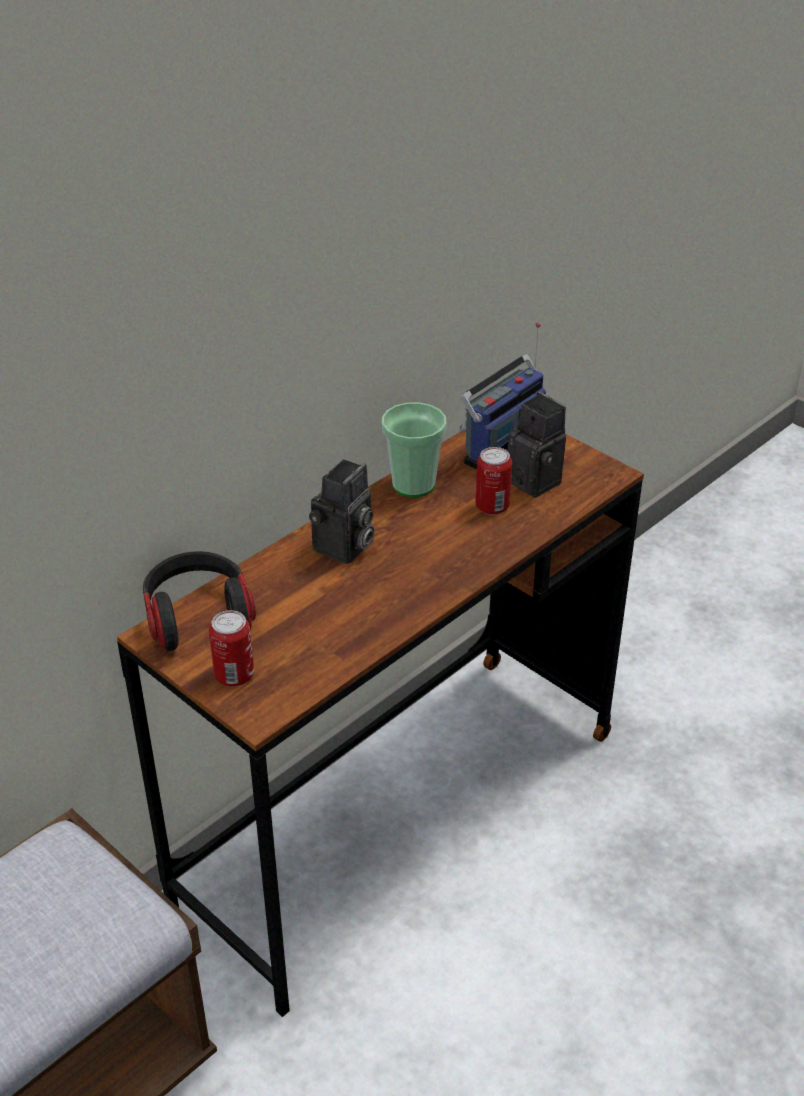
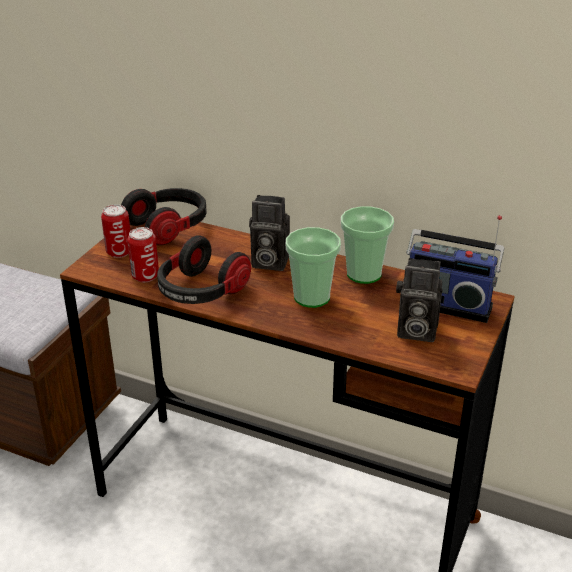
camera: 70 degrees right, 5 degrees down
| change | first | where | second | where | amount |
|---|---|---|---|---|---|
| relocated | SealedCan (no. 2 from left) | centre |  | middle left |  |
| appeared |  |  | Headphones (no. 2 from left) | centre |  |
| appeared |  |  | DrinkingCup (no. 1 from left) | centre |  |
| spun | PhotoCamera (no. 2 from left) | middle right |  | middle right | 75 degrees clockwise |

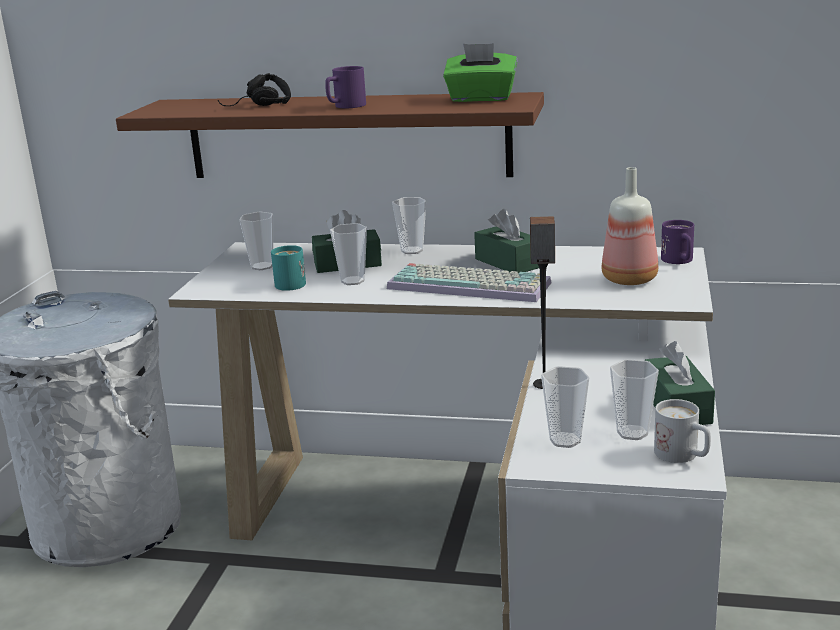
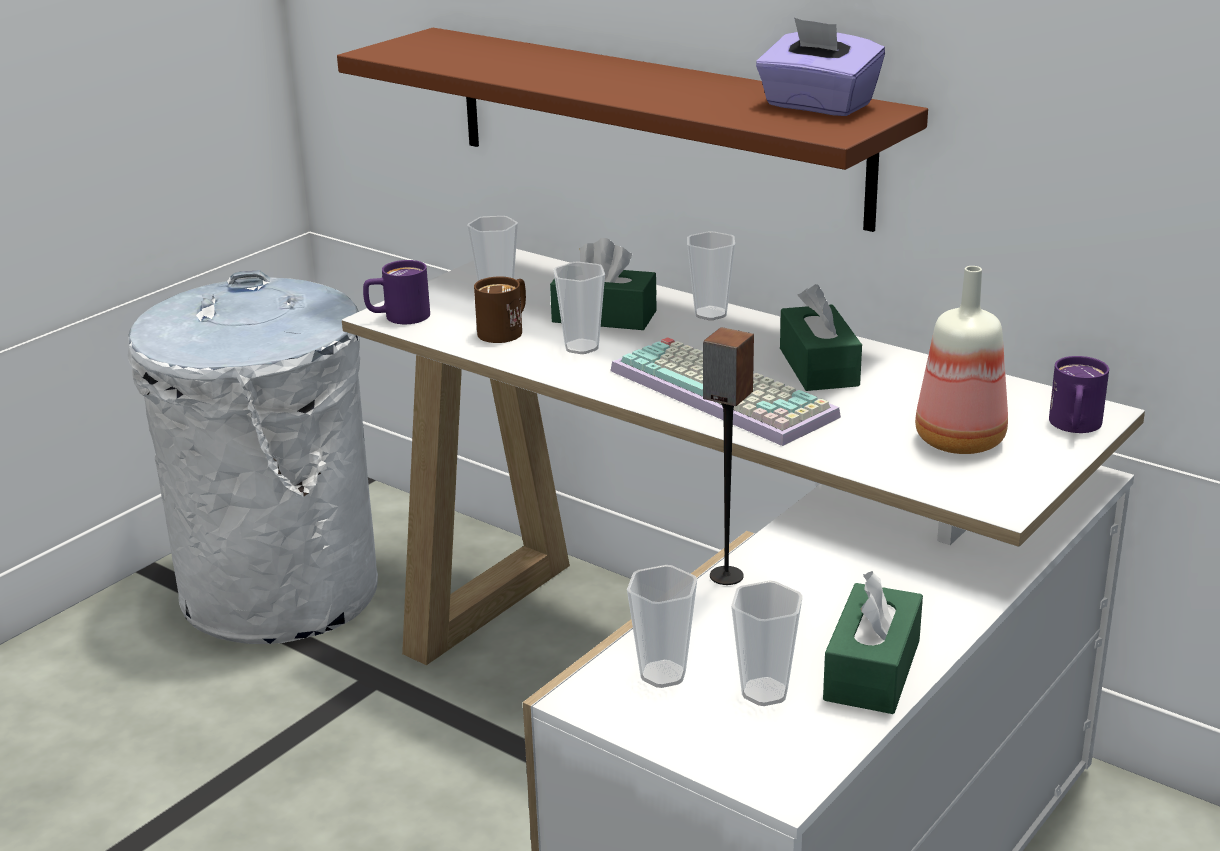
camera: 25 degrees right, 5 degrees up
| change | first | where | second | where | amount |
|---|---|---|---|---|---|
| relocated | PurplishMug (no. 1 from left) | top centre |  | middle left |  |
| colour | TurquoiseMug | centre | BrownMug | centre |  |
| colour | GreenBoxOfTissues (no. 2 from left) | top centre | PurplishBoxOfTissues | top right |  |
| missing | BlackHeadphones | top left |  |  |  |
| missing | WhitishMug | bottom right |  |  |  |

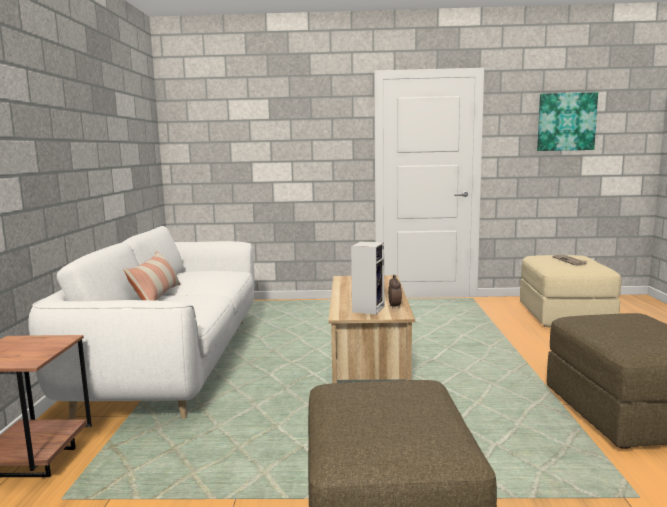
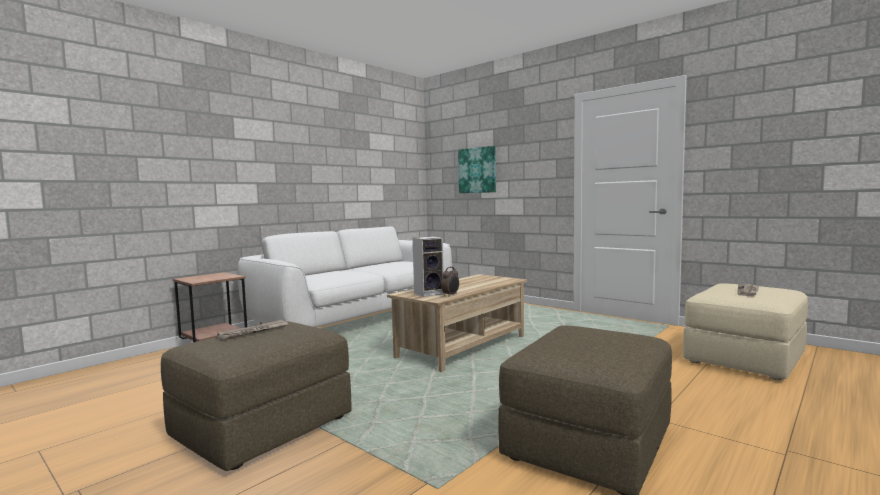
camera: 40 degrees right, 5 degrees down
| change | first | where | second | where | amount |
|---|---|---|---|---|---|
| appeared |  |  | Newspaper (no. 1 from left) | bottom left |  |
| relocated | WallArt | top right |  | centre |  |
| missing | Cushion | middle left |  |  |  |

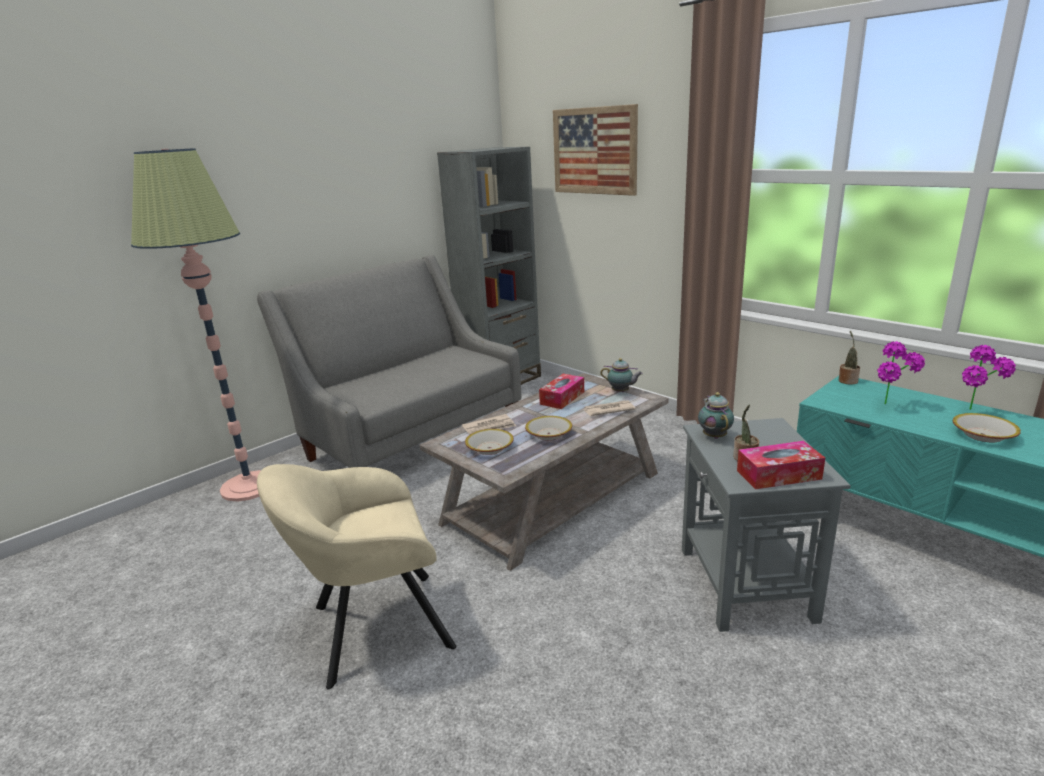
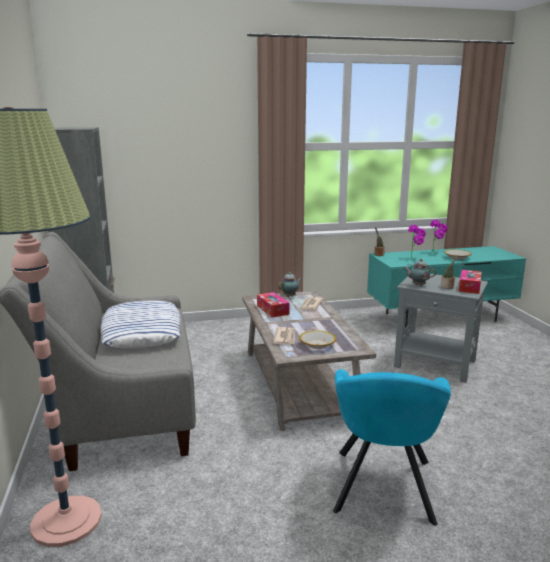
camera: 60 degrees left, 5 degrees down
| change | first | where | second | where | amount |
|---|---|---|---|---|---|
| appeared |  |  | Cushion | middle left |  |
| colour | BeigeLoungeChair | bottom centre | TurquoiseLoungeChair | bottom right |  |
| missing | Bowl (no. 2 from left) | centre |  |  |  |
| missing | WallArt | top centre |  |  |  |

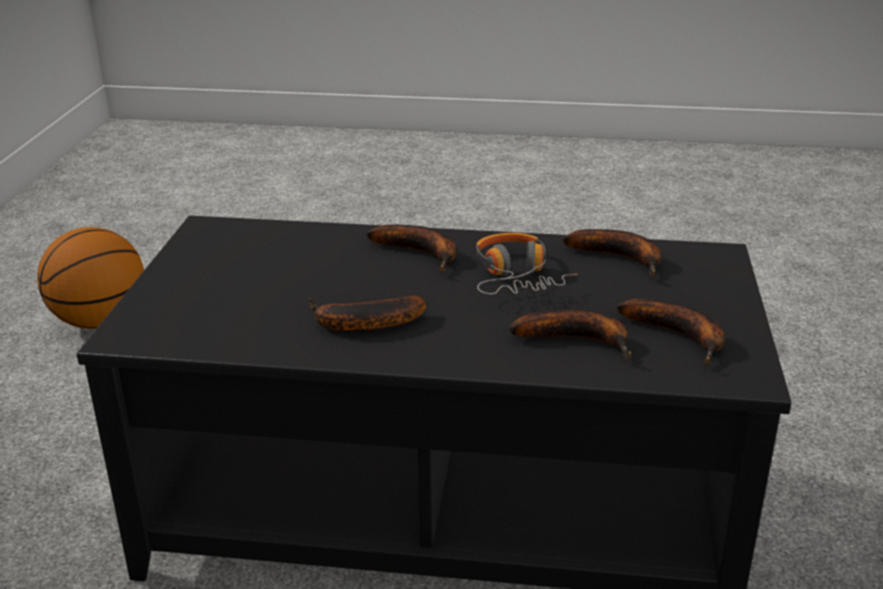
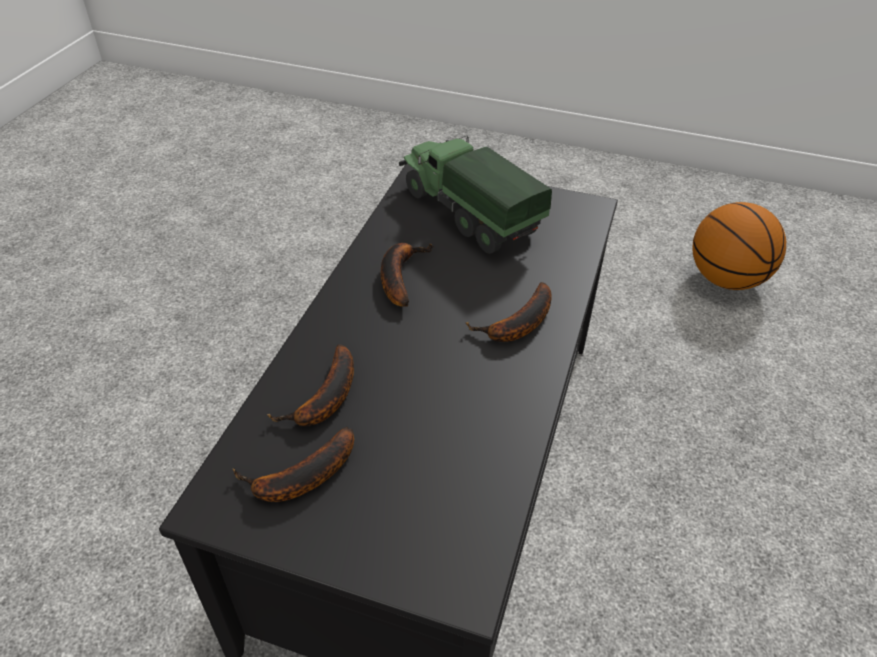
camera: 100 degrees right, 15 degrees up
| change | first | where | second | where | amount |
|---|---|---|---|---|---|
| appeared |  |  | ToyTruck | top centre |  |
| missing | Headphones | centre |  |  |  |
| missing | WholeBanana (no. 4 from left) | middle right |  |  |  |

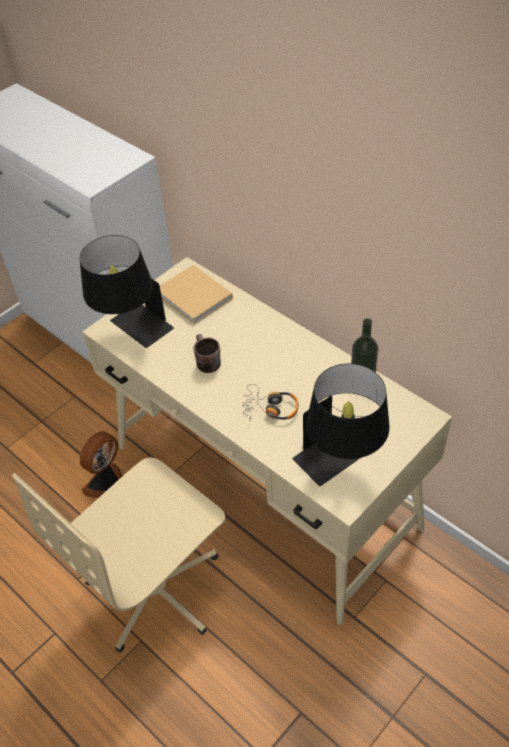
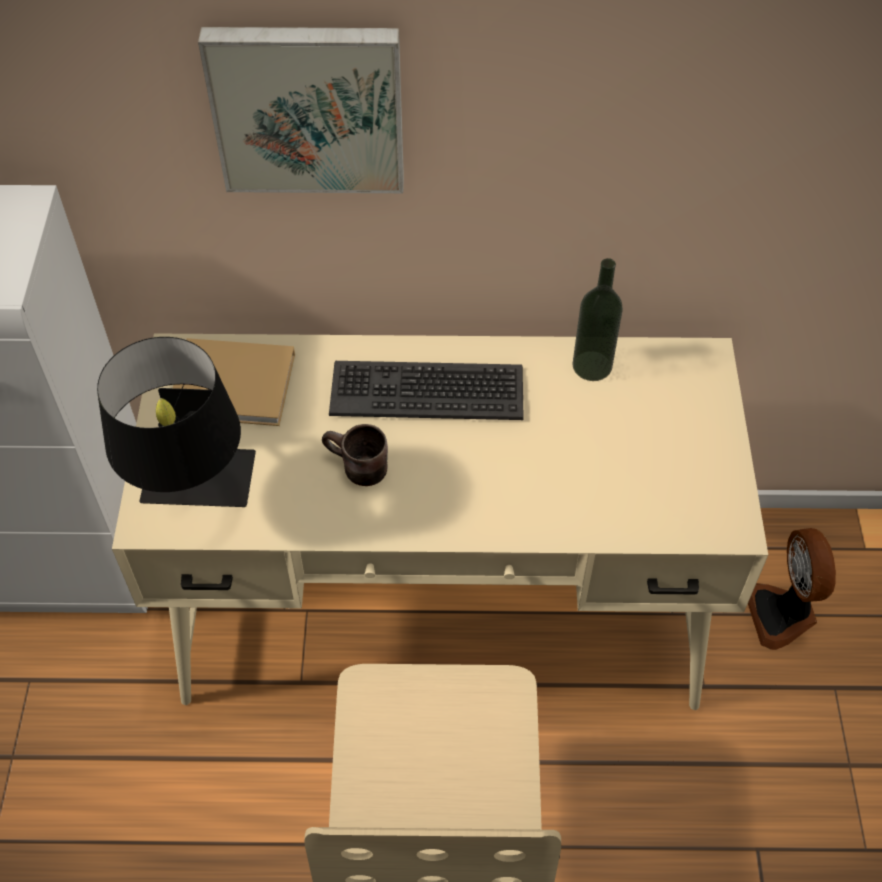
camera: 45 degrees left, 5 degrees up
| change | first | where | second | where | amount |
|---|---|---|---|---|---|
| appeared |  |  | WallArt | top centre |  |
| appeared |  |  | ComputerKeyboard | centre |  |
| relocated | ElectricFan | middle left |  | bottom right |  |
| missing | Headphones | centre |  |  |  |
| missing | BlackLampForATable (no. 2 from left) | middle right |  |  |  |

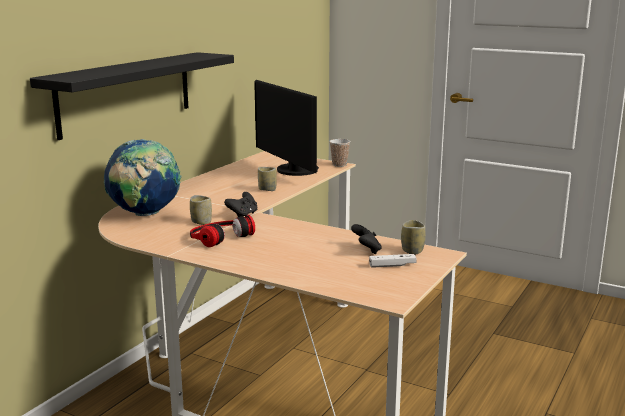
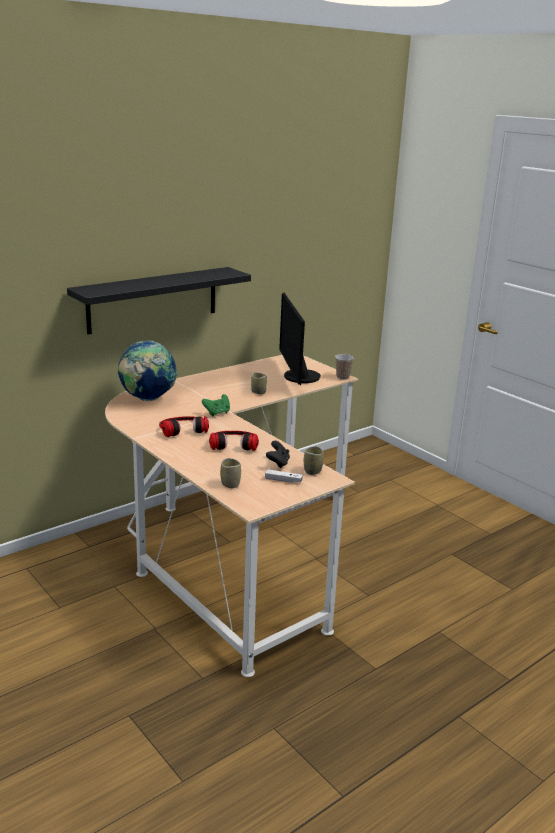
camera: 20 degrees right, 5 degrees up
| change | first | where | second | where | amount |
|---|---|---|---|---|---|
| colour | BlackJoypad (no. 1 from left) | centre | GreenJoypad | centre |  |
| appeared |  |  | Headphones (no. 2 from left) | centre |  |
| relocated | DrinkingCup (no. 1 from left) | middle left |  | centre |  |

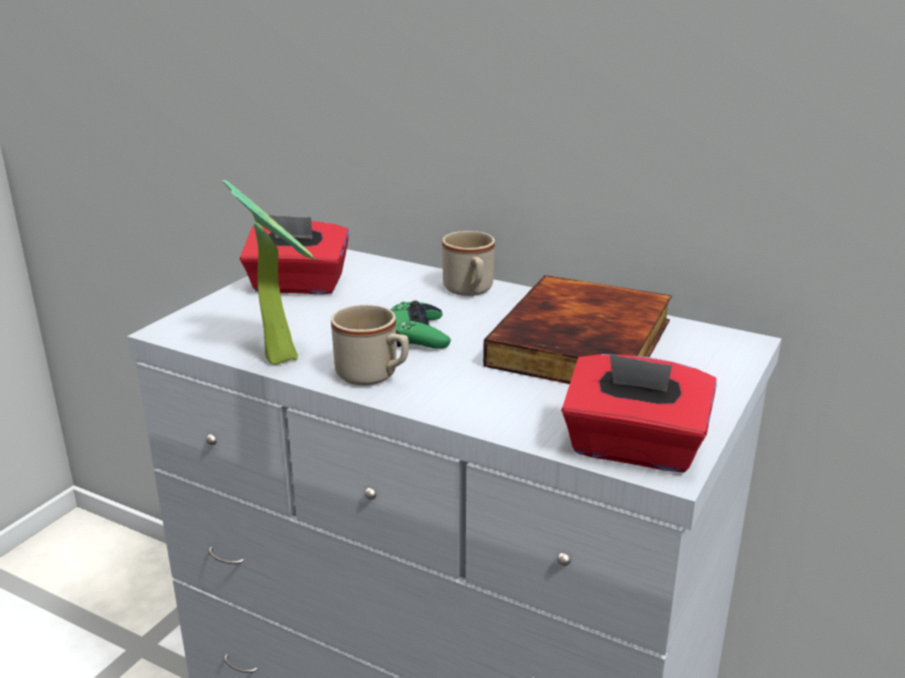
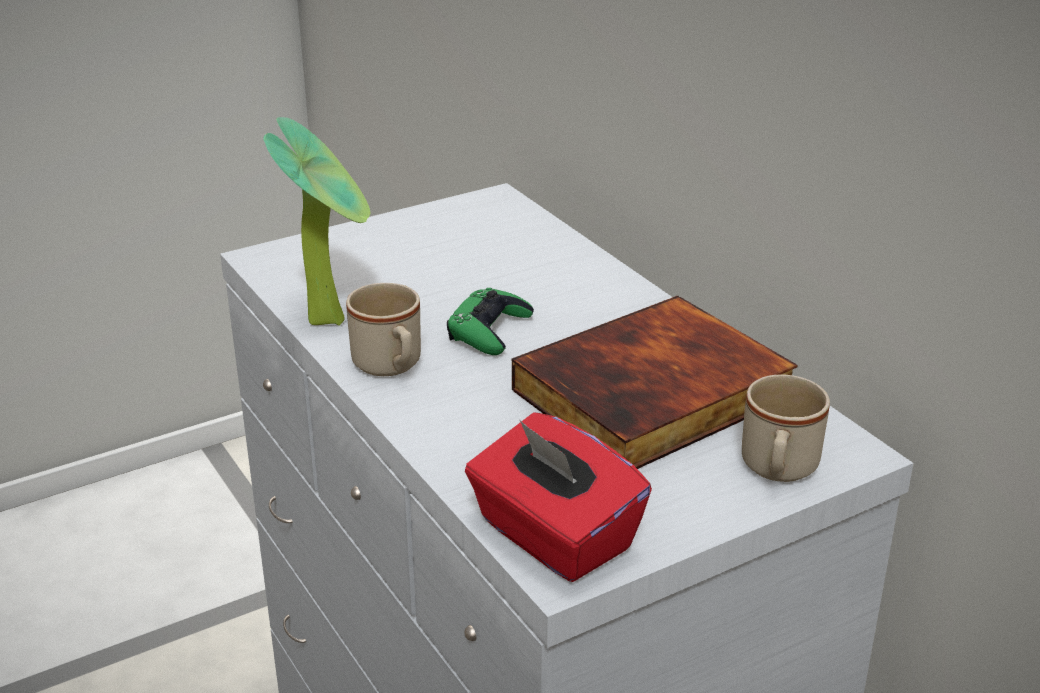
camera: 30 degrees right, 5 degrees up
| change | first | where | second | where | amount |
|---|---|---|---|---|---|
| relocated | BeigeMug (no. 2 from left) | centre |  | middle right |  |
| missing | RedBoxOfTissues (no. 1 from left) | middle left |  |  |  |

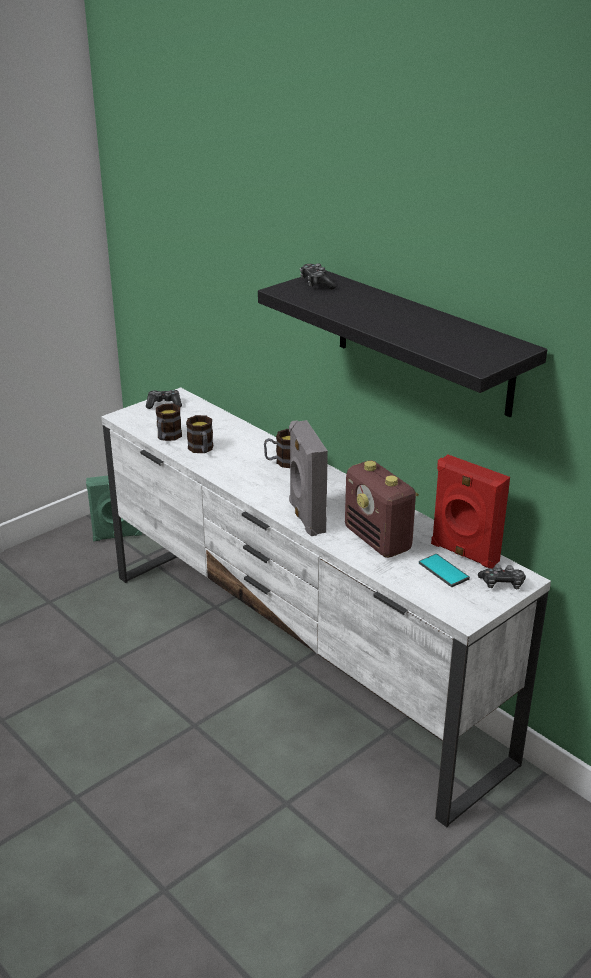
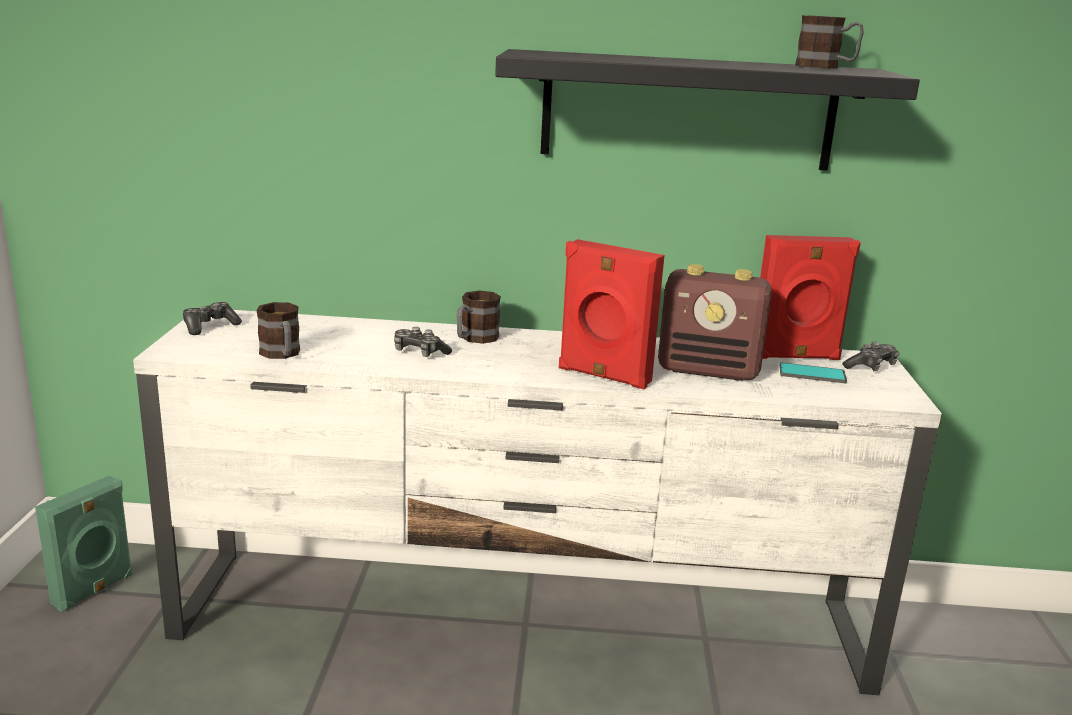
camera: 45 degrees left, 10 degrees down
| change | first | where | second | where | amount |
|---|---|---|---|---|---|
| relocated | Joypad (no. 2 from left) | top centre |  | centre |  |
| colour | GreyishLoudspeaker | centre | RedLoudspeaker (no. 1 from left) | centre |  |
| relocated | Mug (no. 2 from left in the first image) | centre | Mug (no. 3 from left) | top right |  |

